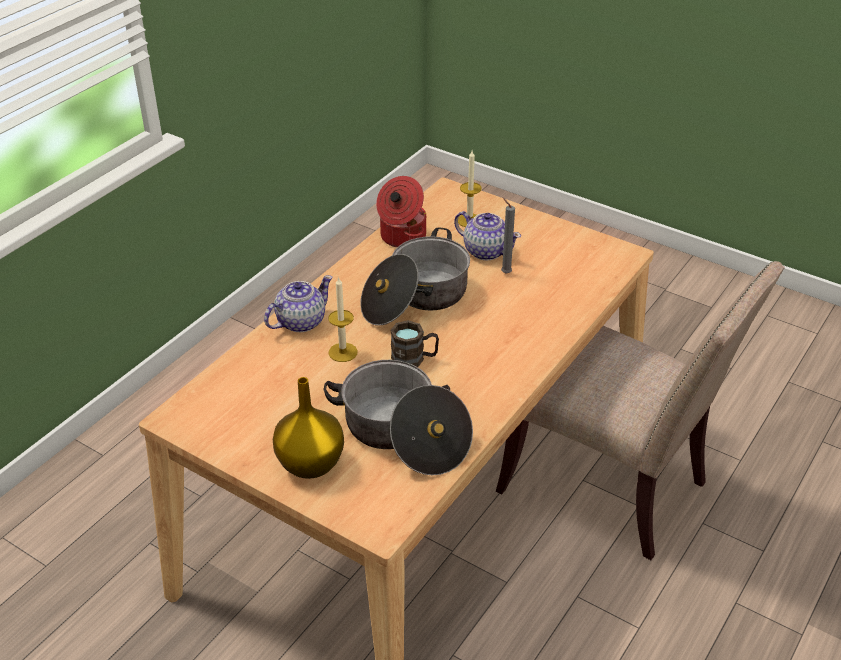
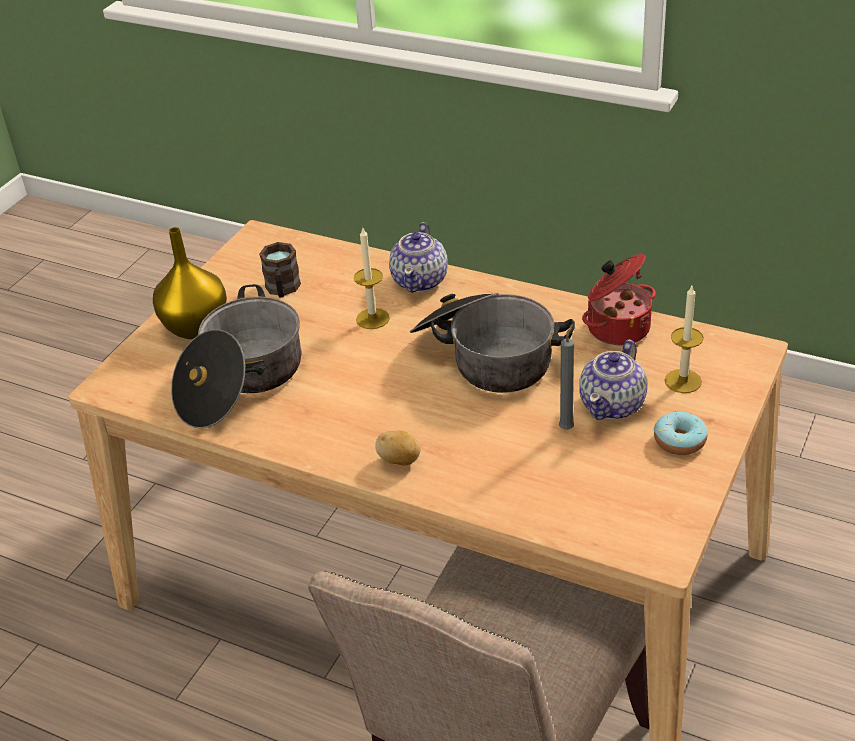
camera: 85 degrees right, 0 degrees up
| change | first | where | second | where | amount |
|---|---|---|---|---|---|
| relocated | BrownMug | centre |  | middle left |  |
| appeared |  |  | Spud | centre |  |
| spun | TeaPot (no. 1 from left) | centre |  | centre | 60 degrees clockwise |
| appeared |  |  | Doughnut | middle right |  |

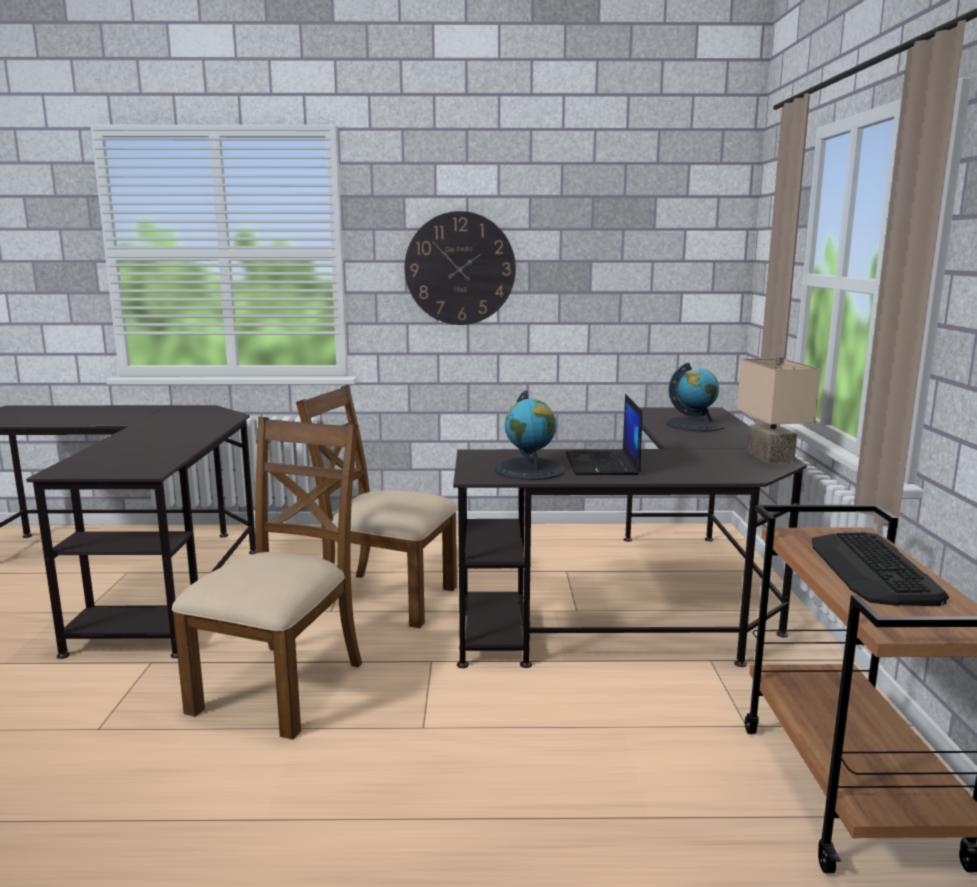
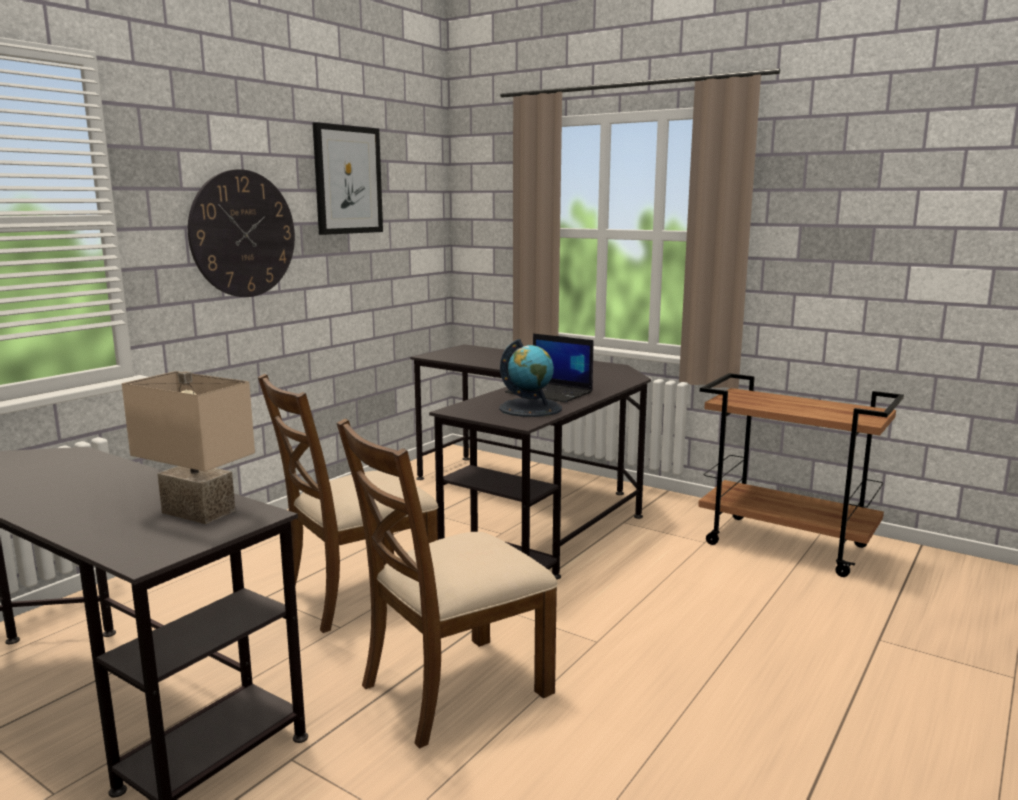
camera: 55 degrees left, 0 degrees up
| change | first | where | second | where | amount |
|---|---|---|---|---|---|
| relocated | BeigeLampForATable | middle right |  | middle left |  |
| appeared |  |  | WallArt | top centre |  |
| spun | BrownChair (no. 1 from left in the first image) | middle left | BrownChair (no. 2 from left) | bottom centre | 90 degrees counterclockwise |
| missing | Globe (no. 2 from left) | middle right |  |  |  |
| missing | ComputerKeyboard | middle right |  |  |  |

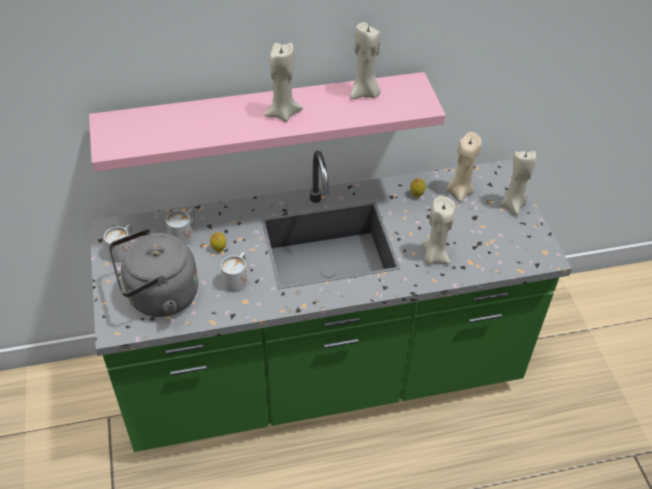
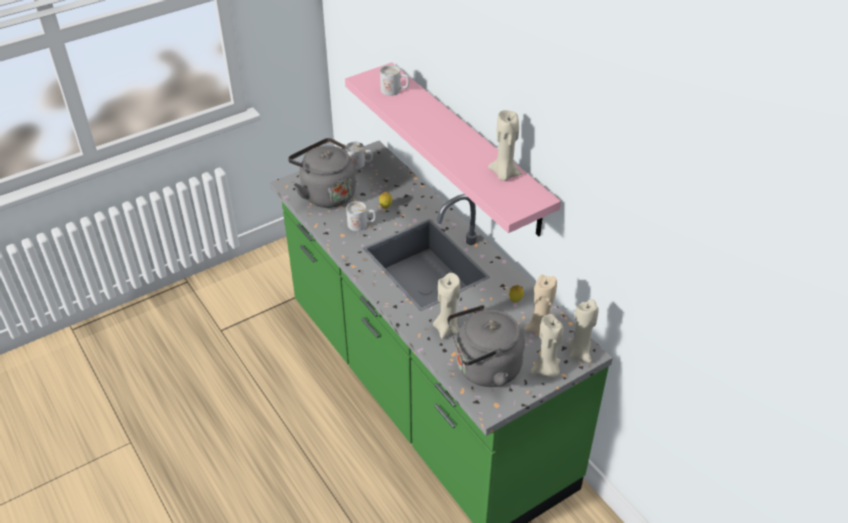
camera: 70 degrees right, 5 degrees down
| change | first | where | second | where | amount |
|---|---|---|---|---|---|
| relocated | WhitishMug (no. 2 from left in the first image) | middle left | WhitishMug (no. 3 from left) | top centre |  |
| appeared |  |  | GreyishKettle (no. 2 from left) | centre |  |
| relocated | BeigeWaxCandle (no. 1 from left in the first image) | top centre | BeigeWaxCandle (no. 5 from left) | middle right |  |

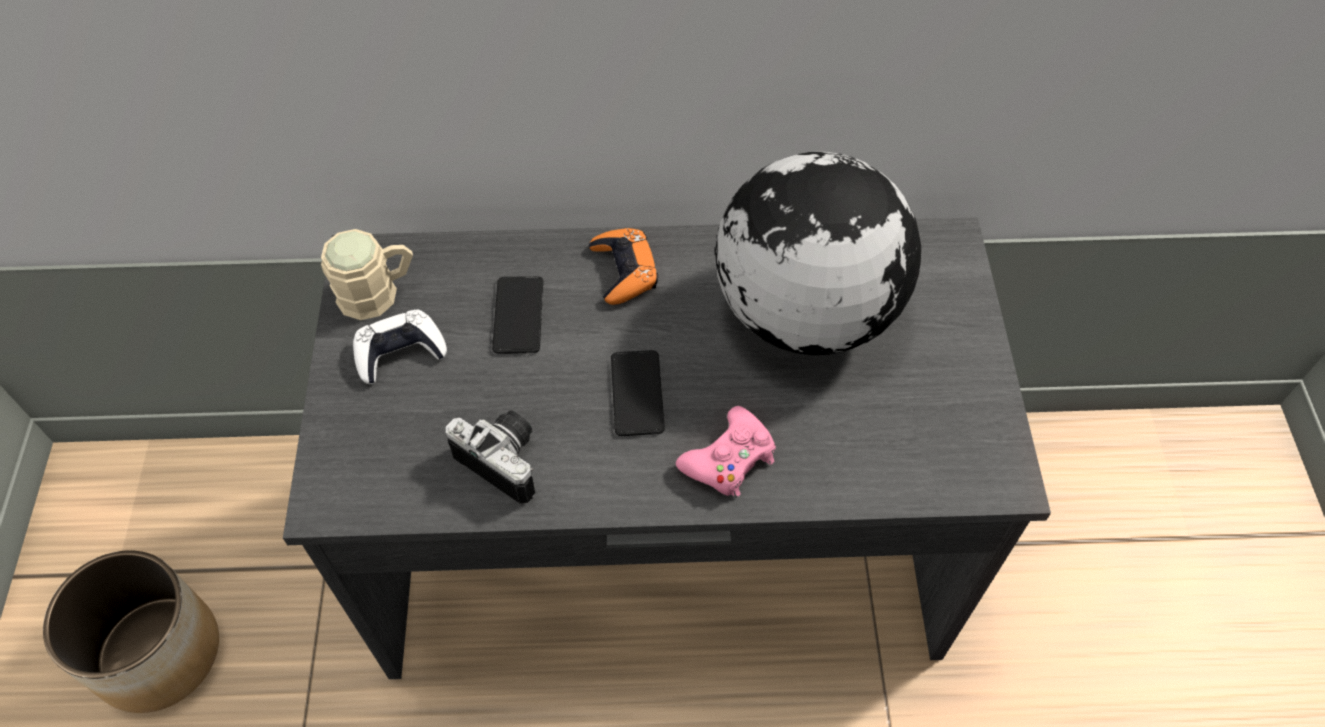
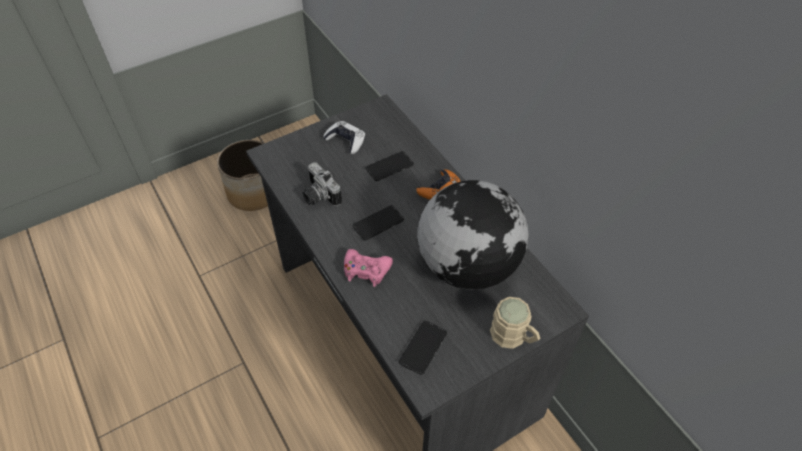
camera: 60 degrees right, 5 degrees down
| change | first | where | second | where | amount |
|---|---|---|---|---|---|
| spun | PhotoCamera | centre |  | centre | 135 degrees clockwise |
| appeared |  |  | Handset (no. 3 from left) | bottom centre |  |
| relocated | BeigeMug | middle left |  | bottom centre |  |

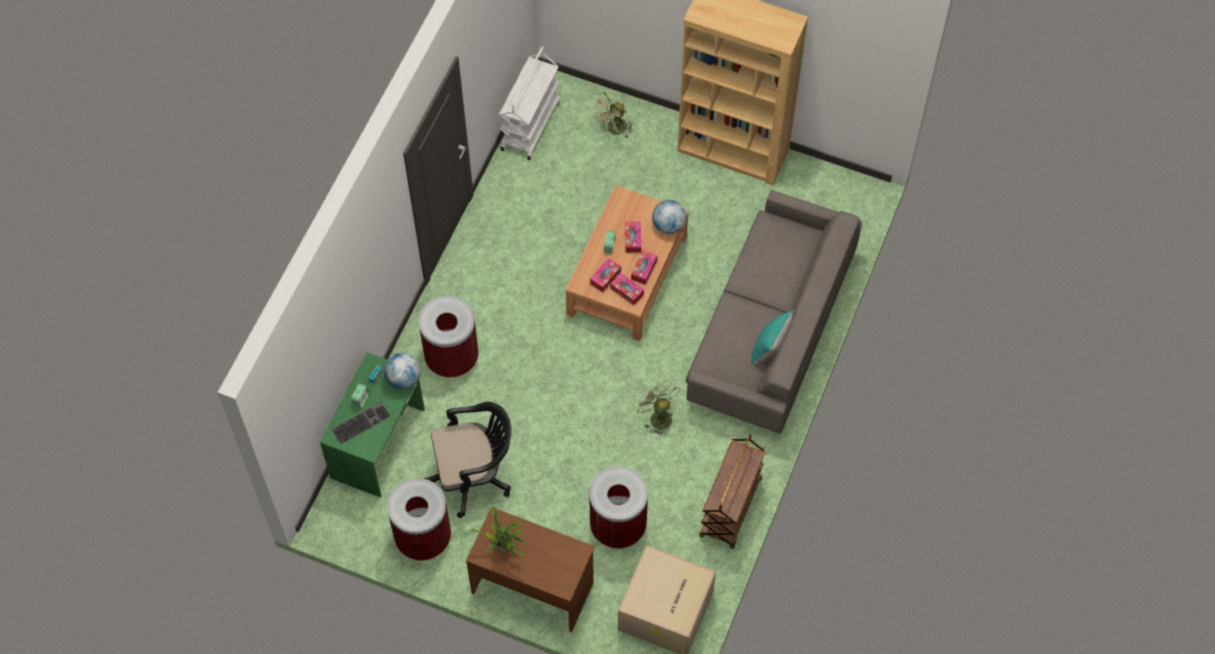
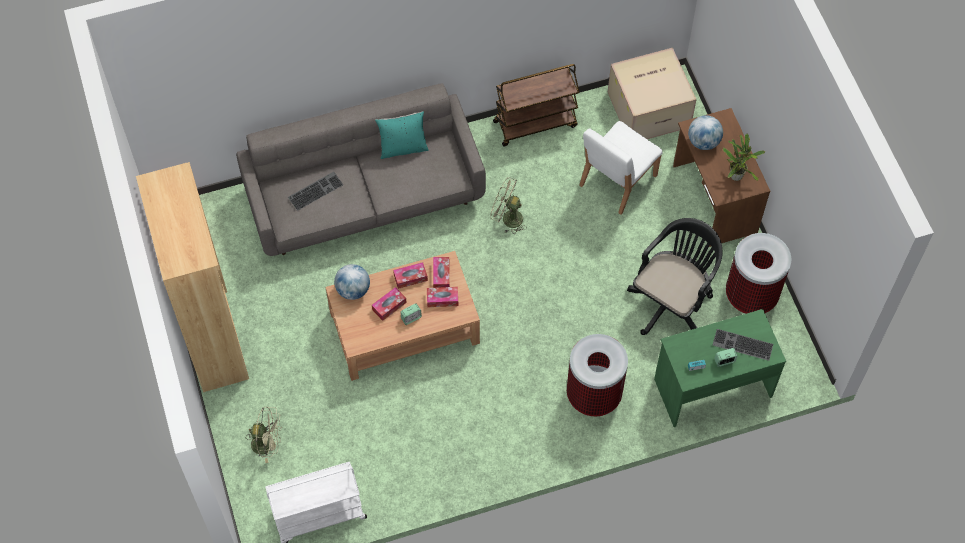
camera: 130 degrees left, 0 degrees up
| change | first | where | second | where | amount |
|---|---|---|---|---|---|
| appeared |  |  | ComputerKeyboard (no. 1 from left) | middle left |  |
| spun | GreenElectricFan (no. 2 from left) | centre |  | centre | 90 degrees clockwise |
| exchanged | TrashCan (no. 3 from left) | bottom centre | WhitishChair | top centre |  |
| spun | BlackComputerChair | bottom centre |  | middle right | 90 degrees clockwise |
| relocated | Globe (no. 1 from left in the first image) | middle left | Globe (no. 2 from left) | top right |  |

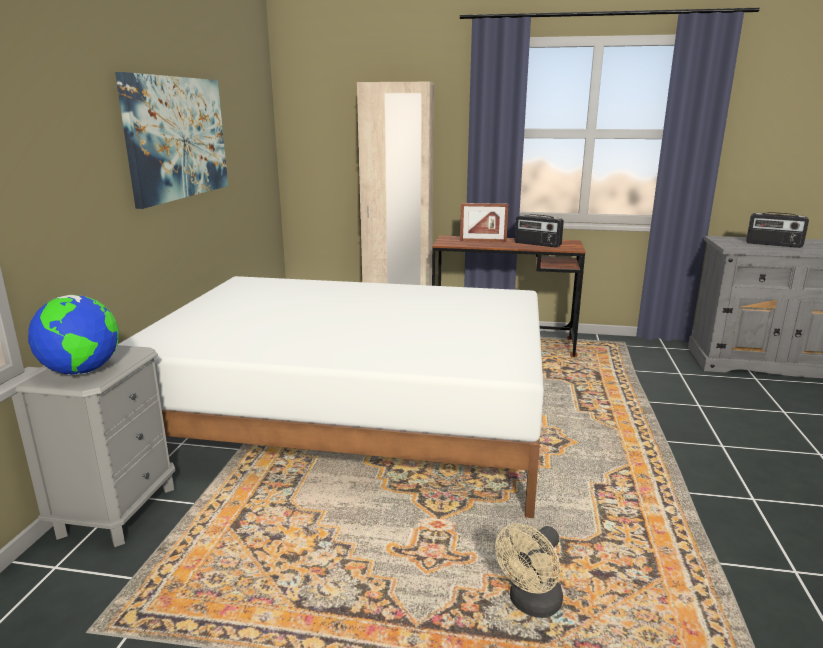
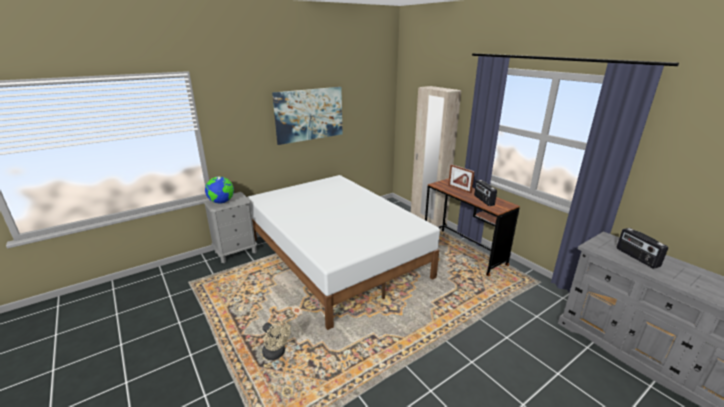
camera: 45 degrees right, 5 degrees up
| change | first | where | second | where | amount |
|---|---|---|---|---|---|
| spun | BeigeElectricFan | bottom centre |  | bottom centre | 135 degrees counterclockwise |

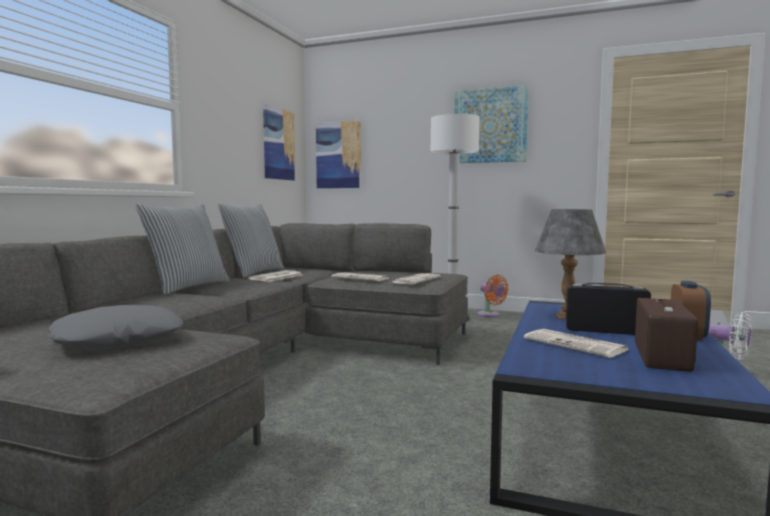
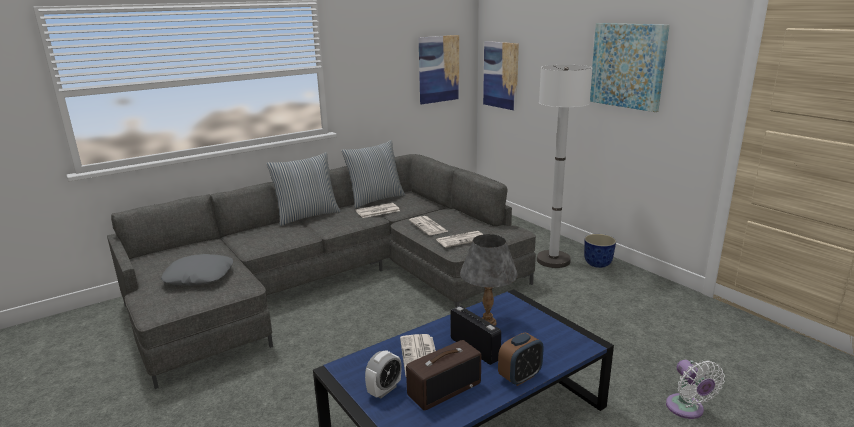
camera: 35 degrees right, 15 degrees up
| change | first | where | second | where | amount |
|---|---|---|---|---|---|
| appeared |  |  | BedsideClock (no. 1 from left) | bottom centre |  |
| exchanged | OrangeColouredElectricFan | centre | PlantPot | middle right |  |

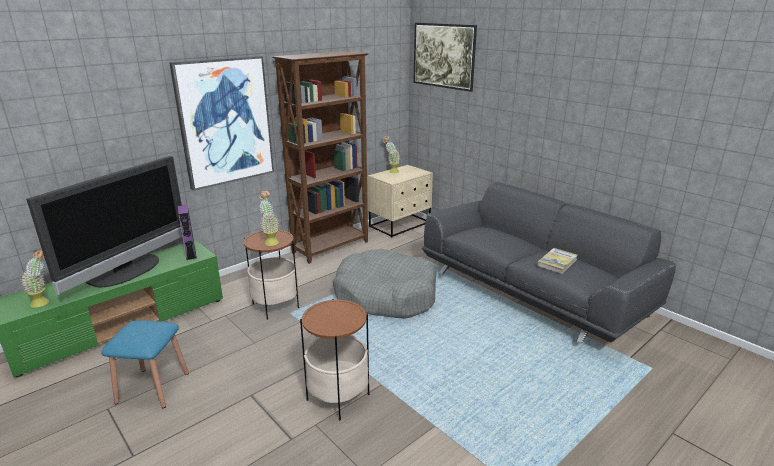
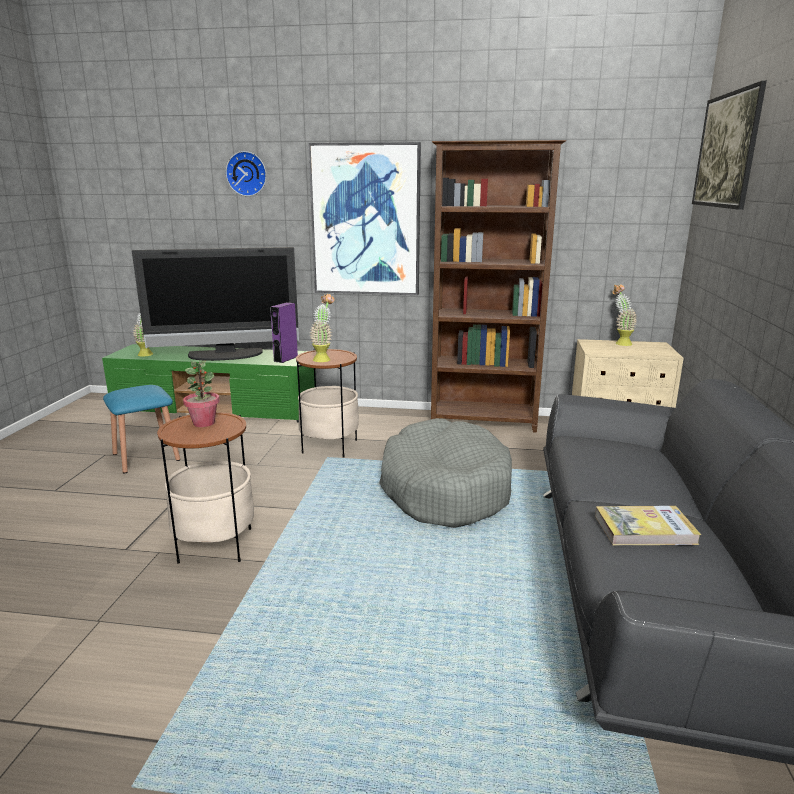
camera: 50 degrees right, 5 degrees down
| change | first | where | second | where | amount |
|---|---|---|---|---|---|
| appeared |  |  | Houseplant (no. 2 from left) | middle left |  |
| appeared |  |  | HangingClock | top left |  |

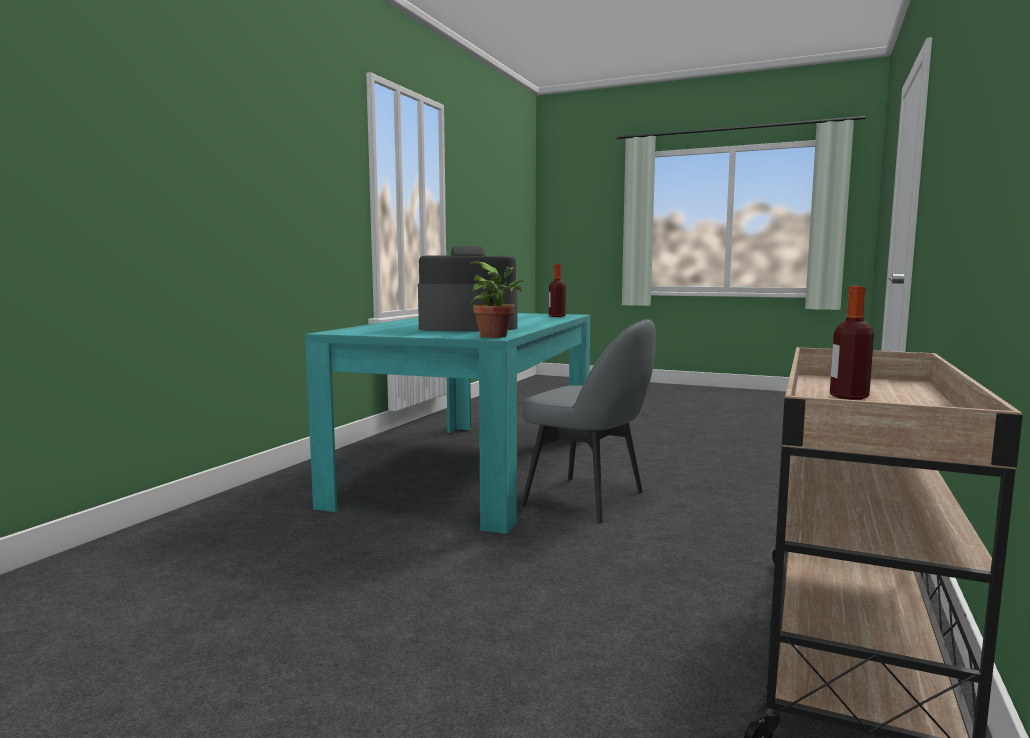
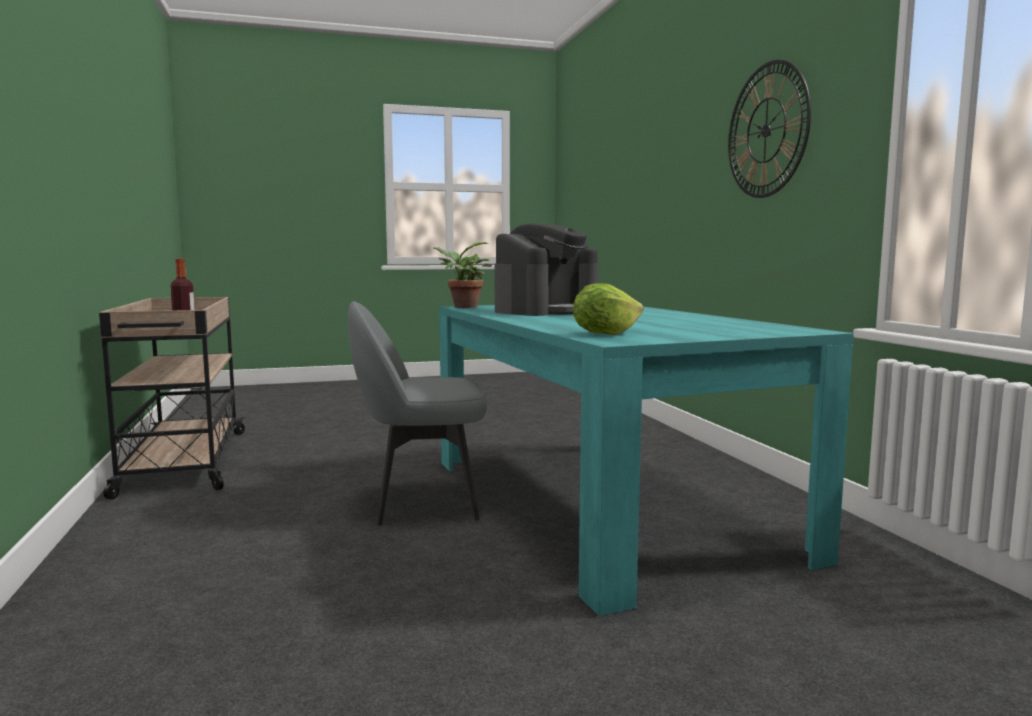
camera: 140 degrees right, 0 degrees up
| change | first | where | second | where | amount |
|---|---|---|---|---|---|
| exchanged | BeverageBottle (no. 1 from left) | centre | HeadOfLettuce | centre |  |
| appeared |  |  | HangingClock | top right |  |

